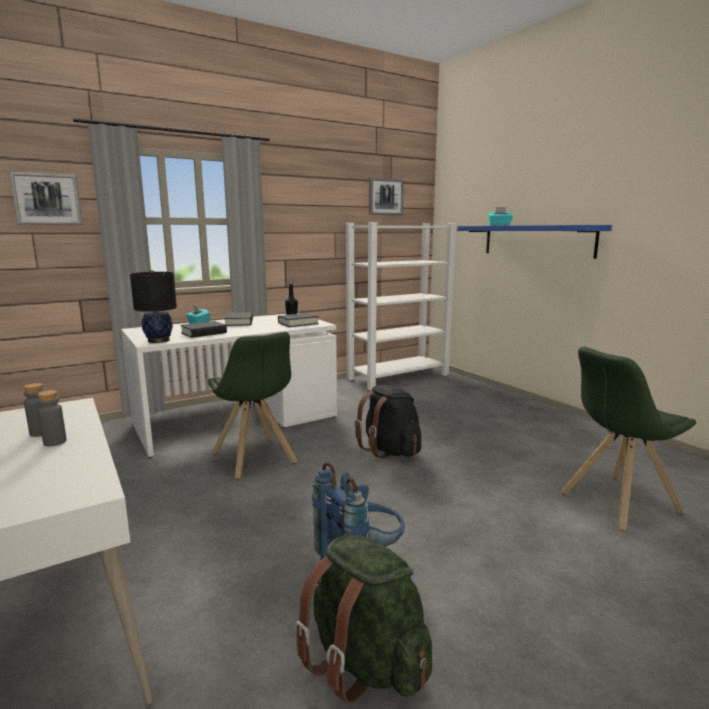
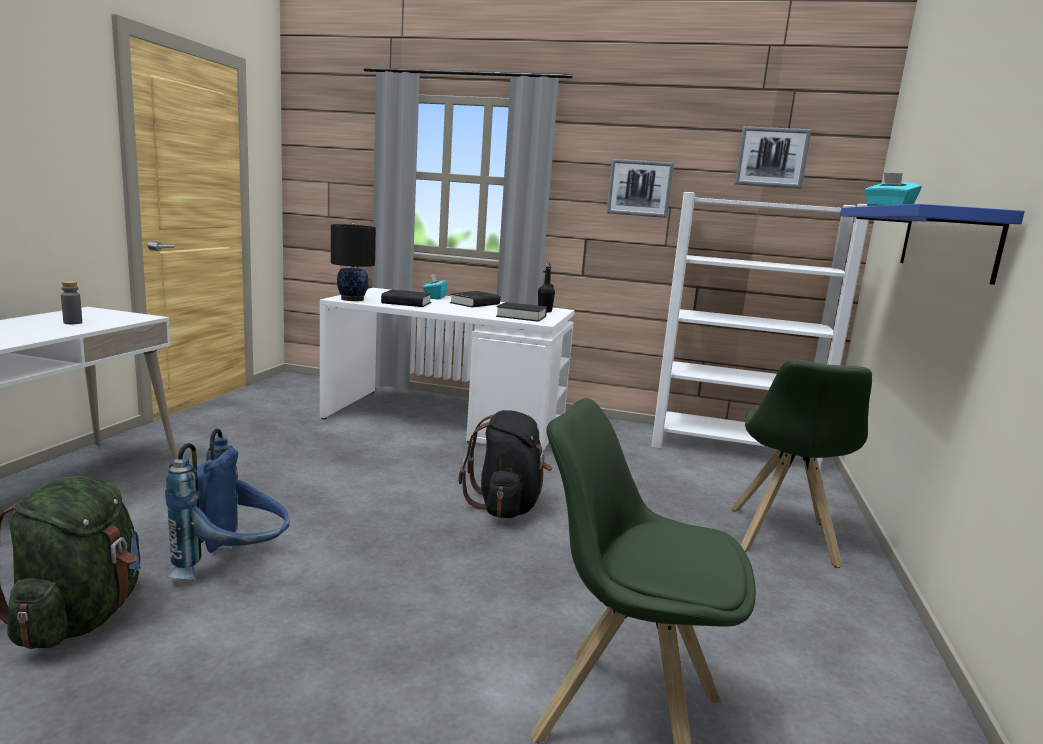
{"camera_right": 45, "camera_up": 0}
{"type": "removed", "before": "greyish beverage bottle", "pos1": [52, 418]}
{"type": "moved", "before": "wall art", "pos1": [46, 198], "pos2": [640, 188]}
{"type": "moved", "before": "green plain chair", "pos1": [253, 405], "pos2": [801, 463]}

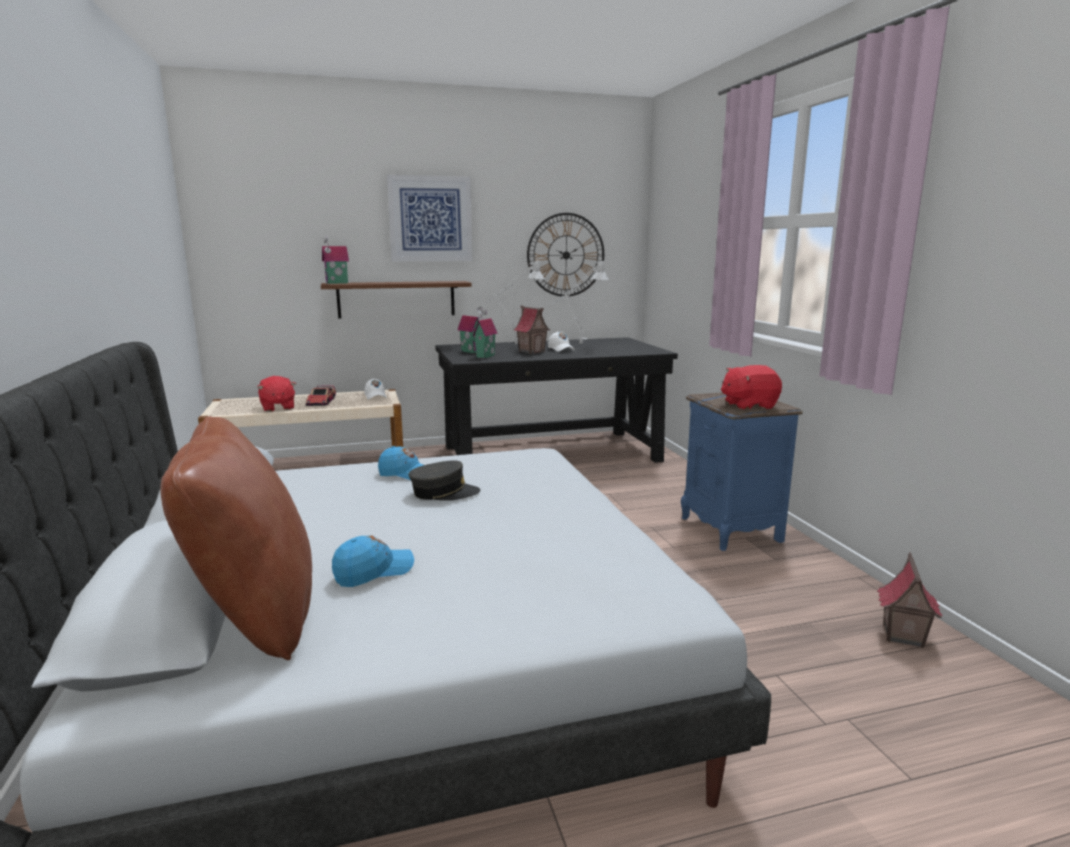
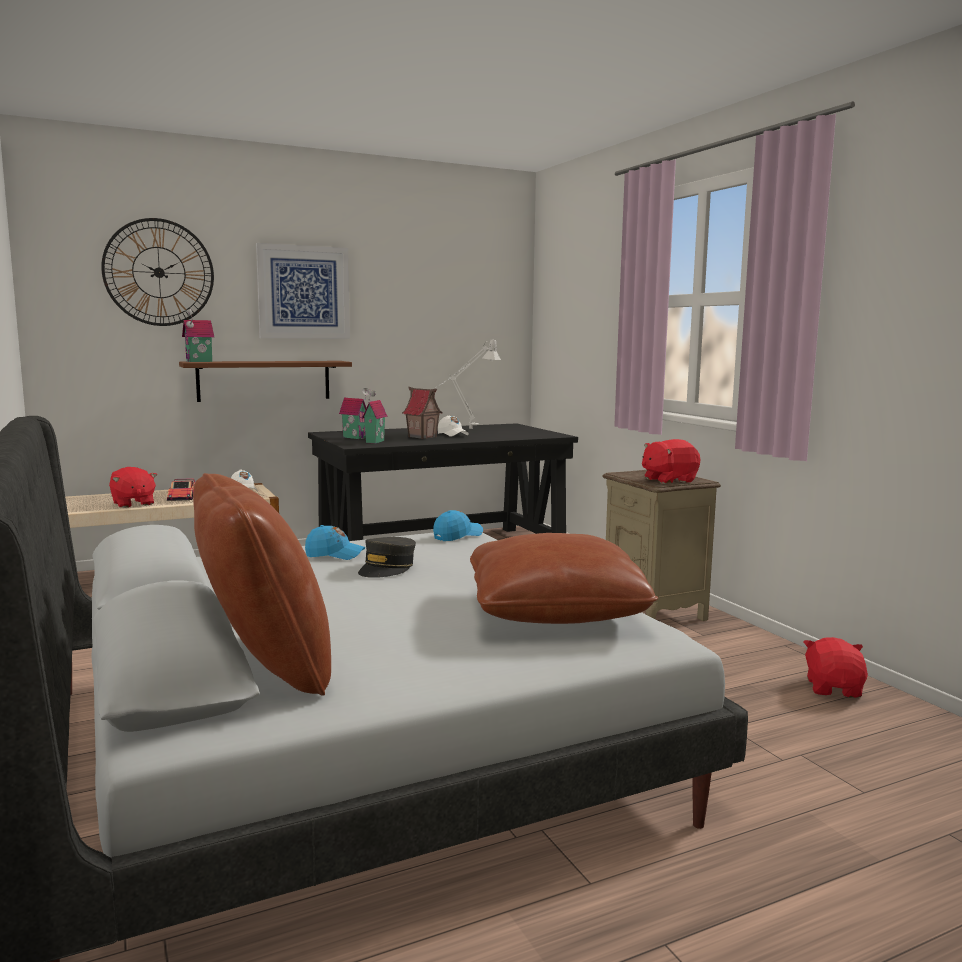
{"camera_right": -10, "camera_up": -5}
{"type": "removed", "before": "greyish table lamp", "pos1": [511, 301]}
{"type": "added", "after": "brownish throw pillow", "pos2": [564, 578]}
{"type": "moved", "before": "bluish baseball cap", "pos1": [373, 561], "pos2": [458, 525]}
{"type": "moved", "before": "clock on the wall", "pos1": [565, 255], "pos2": [157, 272]}
{"type": "replaced", "before": "miniature house", "after": "red plush toy", "pos1": [910, 600], "pos2": [836, 667]}
{"type": "recoloured", "before": "bluish bedside table", "after": "beige-coloured bedside table", "pos1": [741, 471], "pos2": [661, 545]}
{"type": "turned", "before": "greyish baseball cap", "pos1": [445, 480], "pos2": [387, 557], "turn": 135}

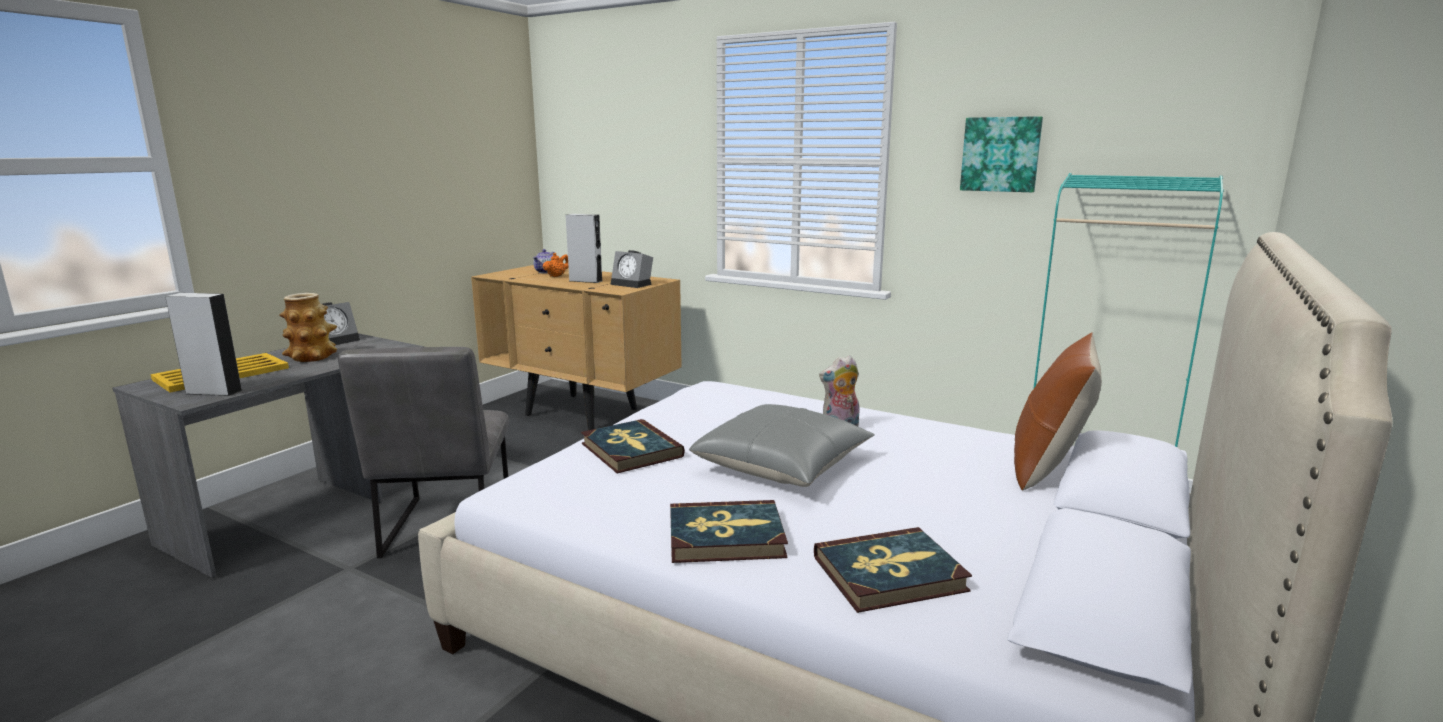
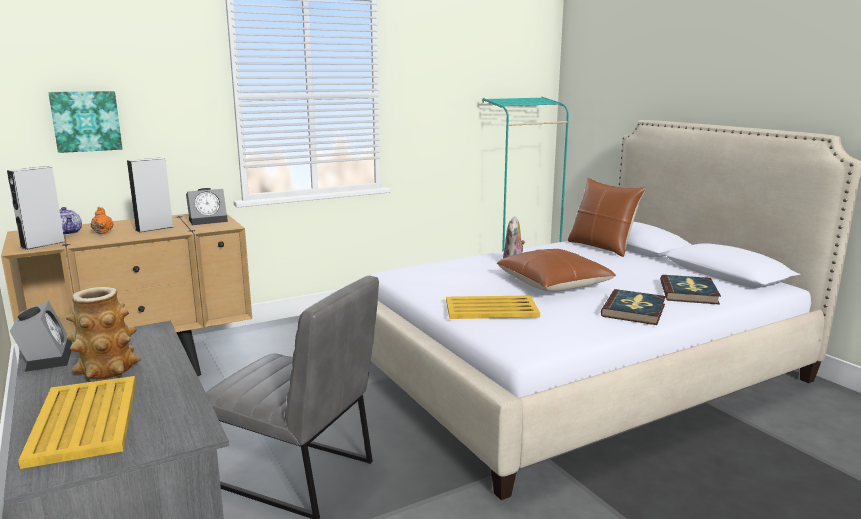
{"camera_right": -60, "camera_up": 0}
{"type": "moved", "before": "greyish loudspeaker", "pos1": [203, 344], "pos2": [36, 208]}
{"type": "moved", "before": "wall art", "pos1": [1001, 154], "pos2": [85, 122]}
{"type": "replaced", "before": "volume", "after": "yellowish carrying tray", "pos1": [633, 446], "pos2": [493, 307]}
{"type": "recoloured", "before": "greyish throw pillow", "after": "brownish throw pillow", "pos1": [782, 445], "pos2": [556, 270]}

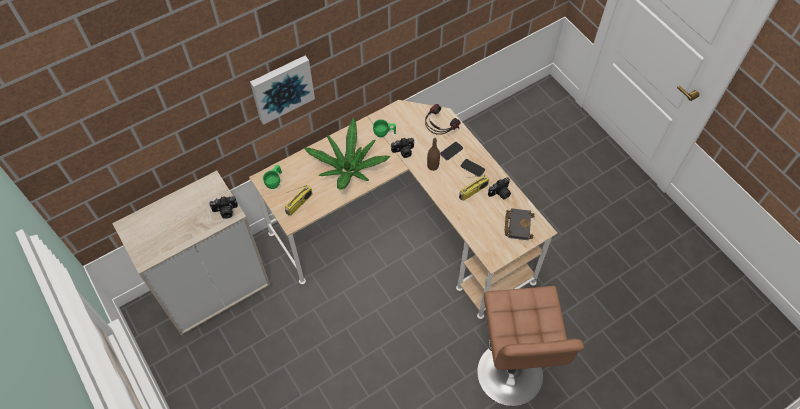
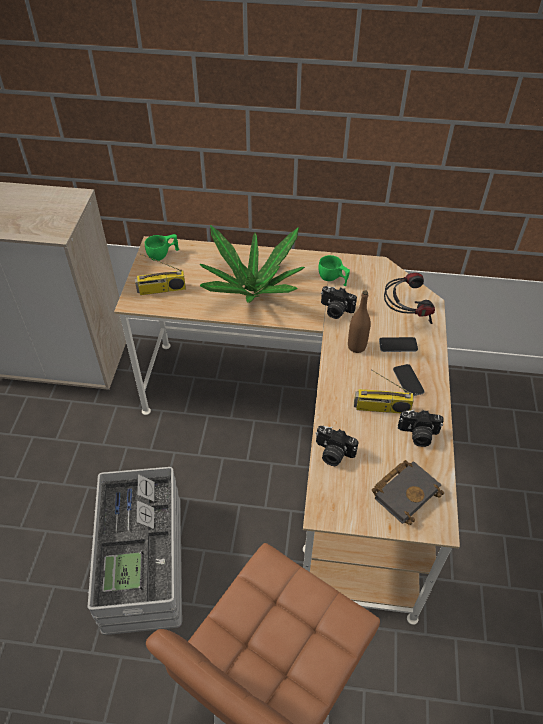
{"camera_right": 40, "camera_up": -10}
{"type": "removed", "before": "wall art", "pos1": [282, 90]}
{"type": "added", "after": "greyish storage box", "pos2": [134, 551]}
{"type": "moved", "before": "photo camera", "pos1": [223, 207], "pos2": [337, 446]}

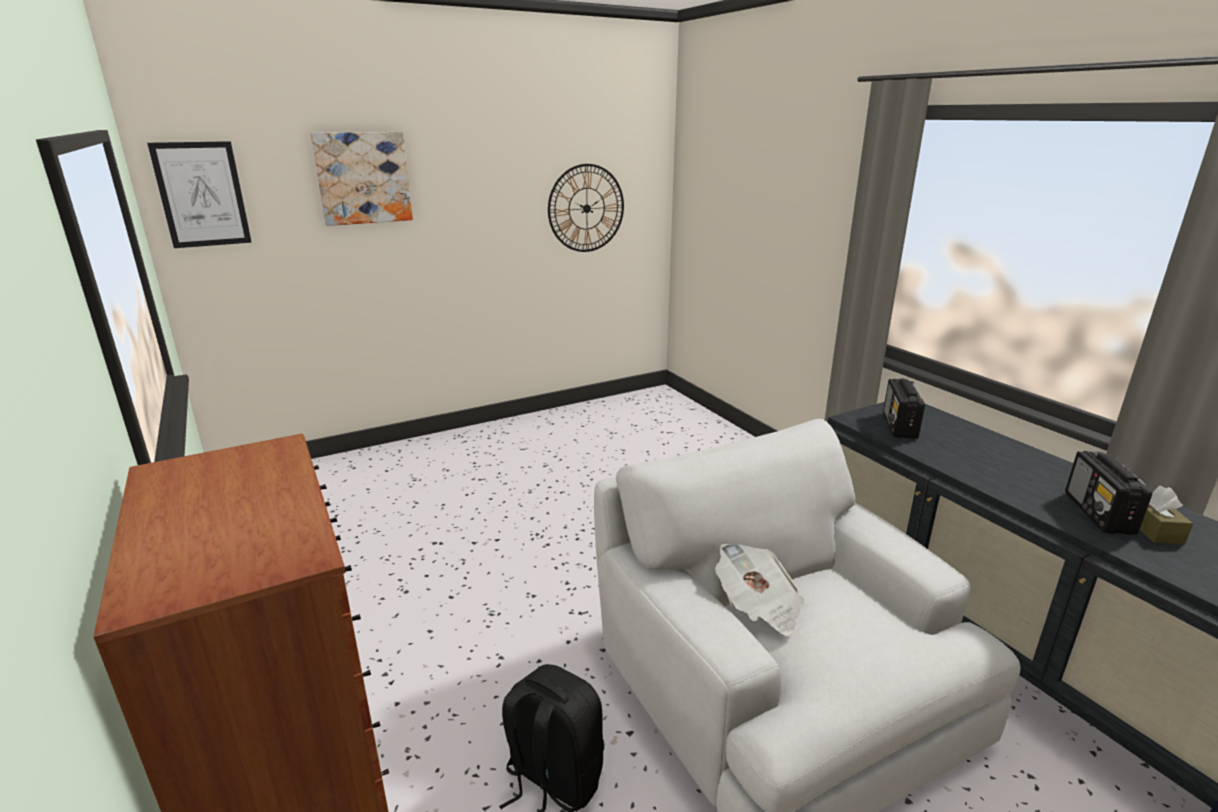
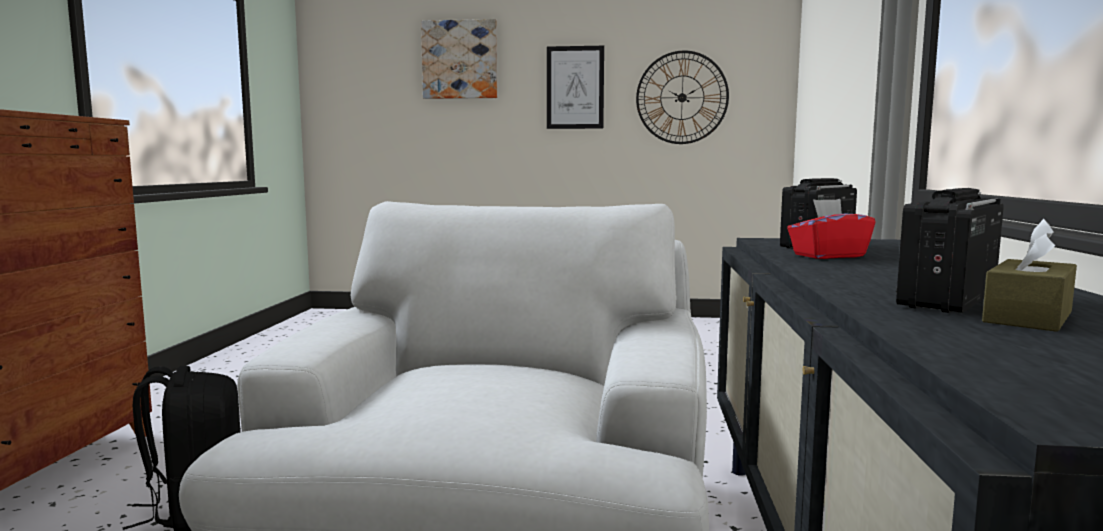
{"camera_right": 35, "camera_up": -15}
{"type": "removed", "before": "newspaper", "pos1": [759, 590]}
{"type": "added", "after": "red box of tissues", "pos2": [831, 229]}
{"type": "moved", "before": "wall art", "pos1": [199, 194], "pos2": [575, 87]}

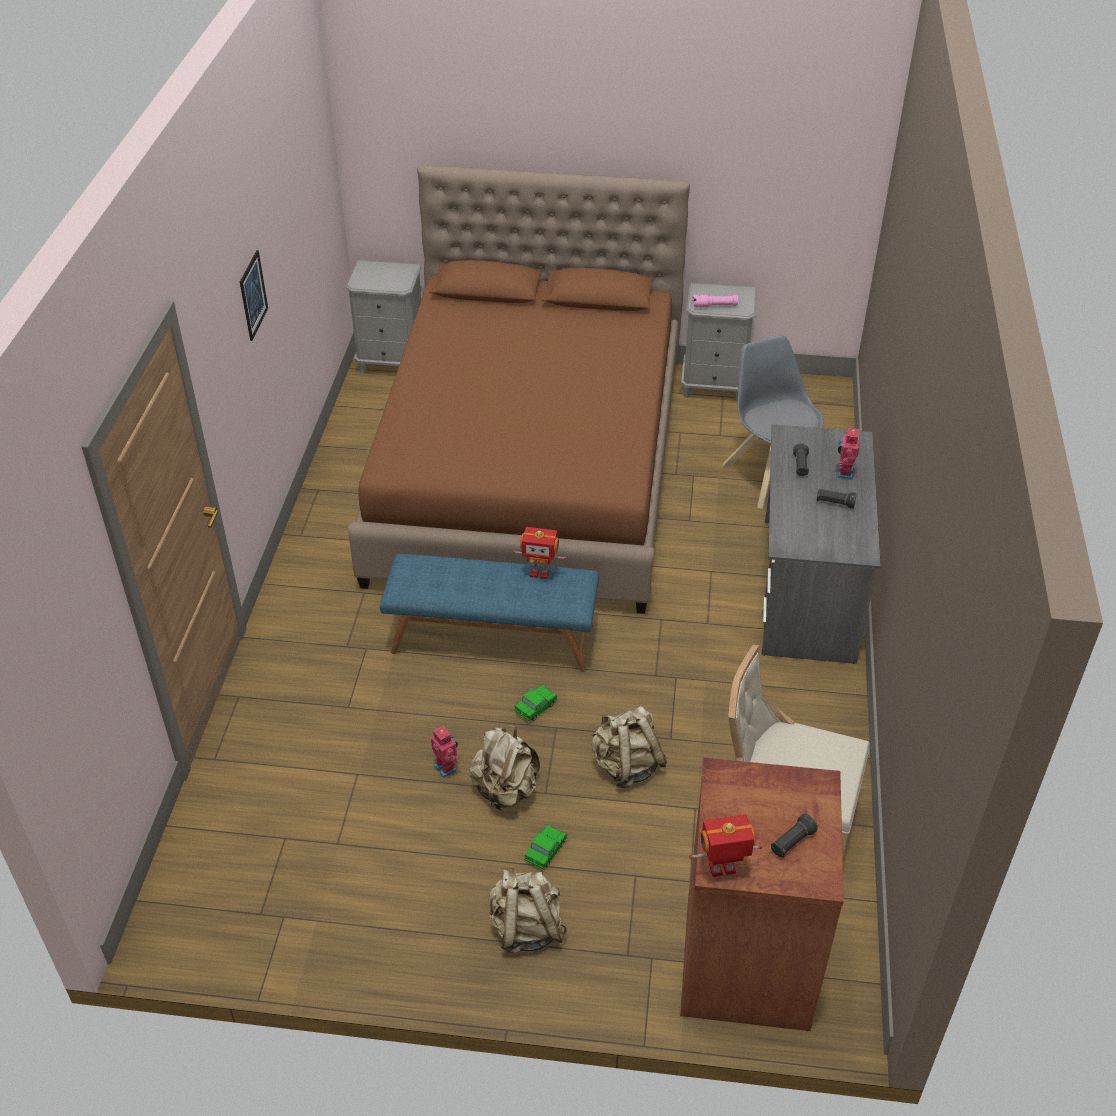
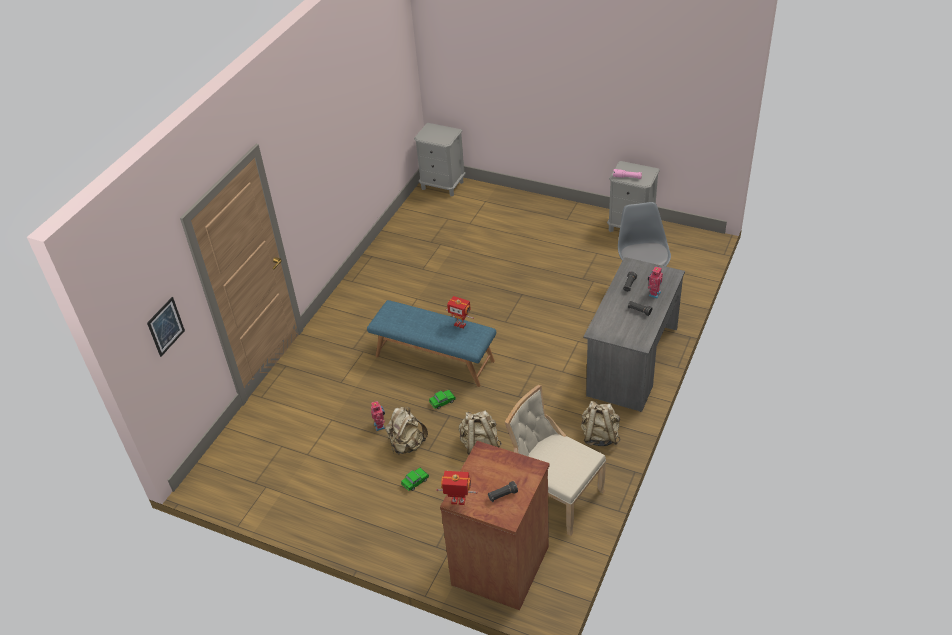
{"camera_right": 20, "camera_up": 0}
{"type": "removed", "before": "brownish sleeping bed", "pos1": [519, 389]}
{"type": "moved", "before": "wall art", "pos1": [254, 295], "pos2": [166, 327]}
{"type": "moved", "before": "beige-coloured rucksack", "pos1": [528, 910], "pos2": [600, 423]}

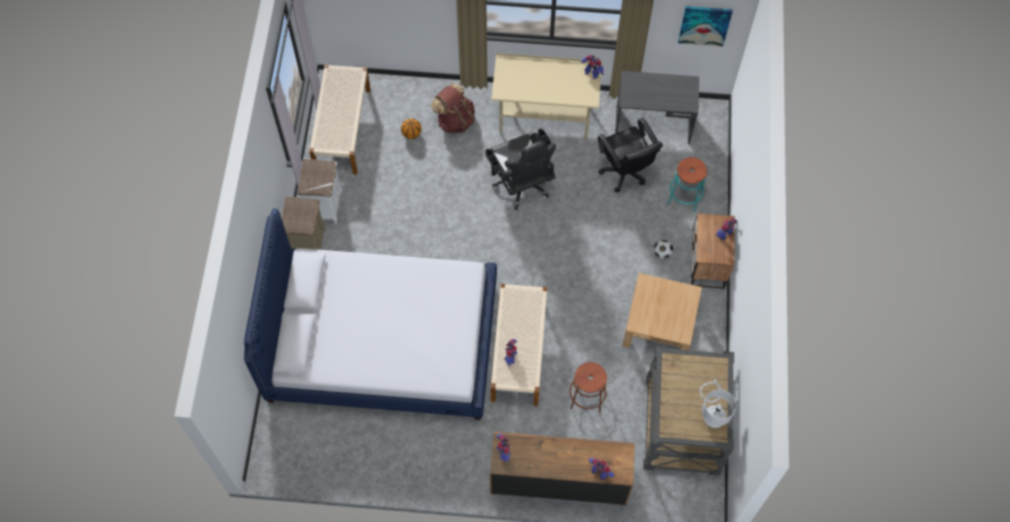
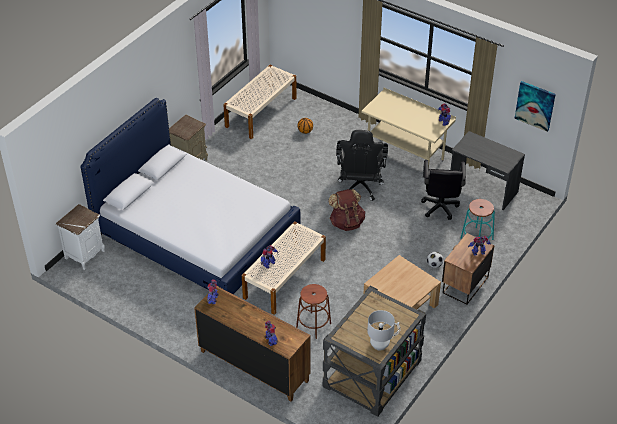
{"camera_right": 30, "camera_up": -20}
{"type": "moved", "before": "white bedside table", "pos1": [320, 191], "pos2": [80, 237]}
{"type": "moved", "before": "brownish rucksack", "pos1": [453, 108], "pos2": [346, 210]}

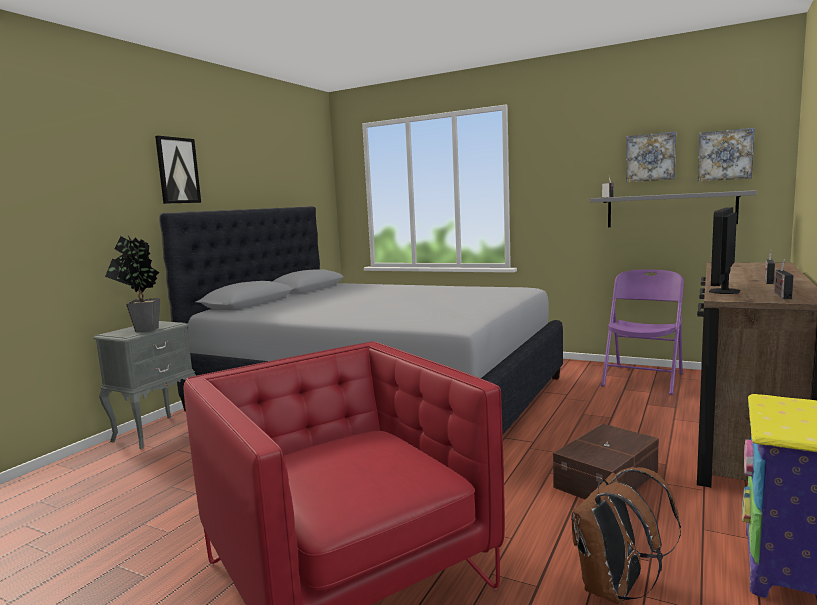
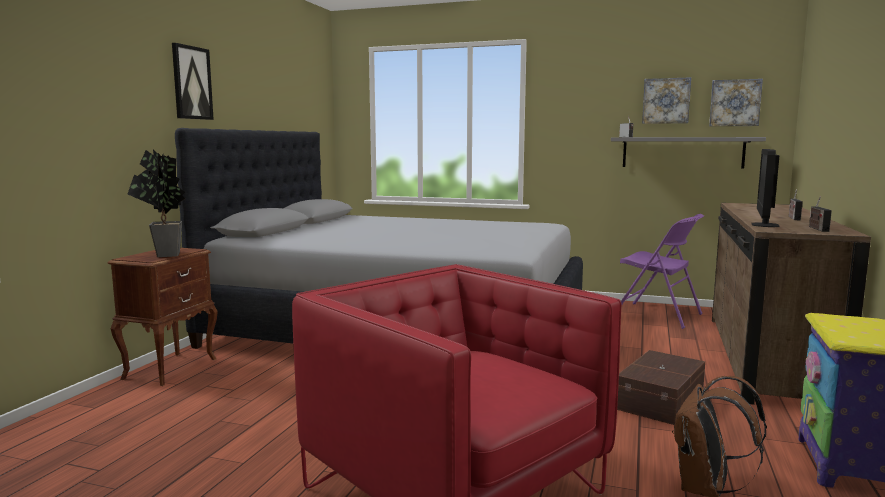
{"camera_right": -10, "camera_up": 0}
{"type": "recoloured", "before": "greyish bedside table", "after": "brownish bedside table", "pos1": [144, 385], "pos2": [163, 317]}
{"type": "turned", "before": "purple-coloured plain chair", "pos1": [642, 332], "pos2": [662, 271], "turn": 105}

